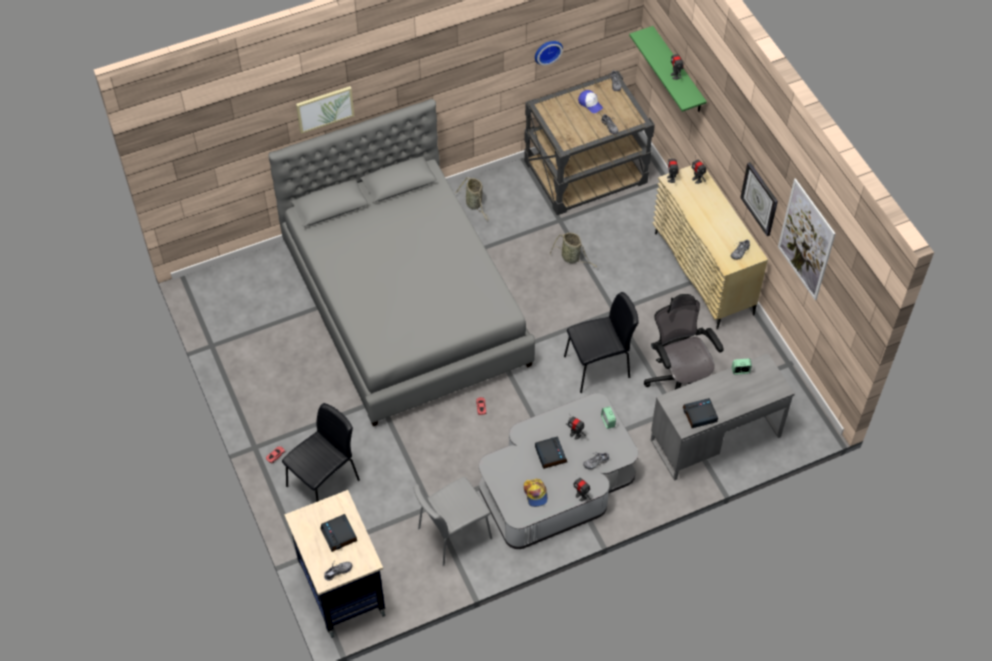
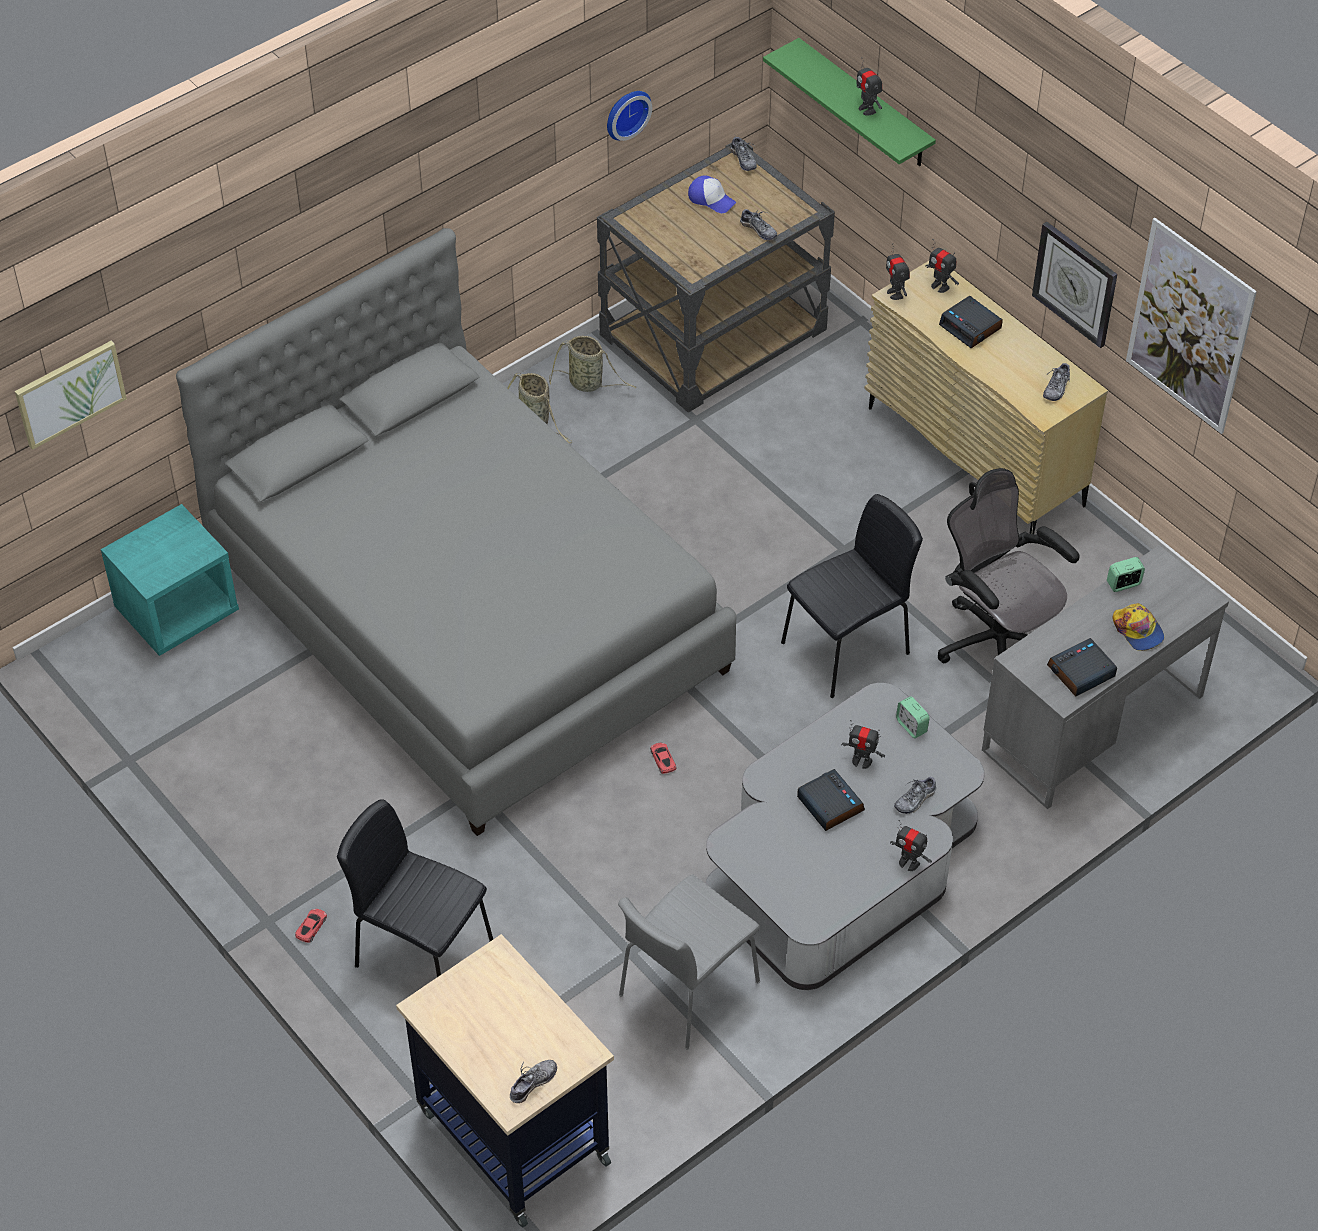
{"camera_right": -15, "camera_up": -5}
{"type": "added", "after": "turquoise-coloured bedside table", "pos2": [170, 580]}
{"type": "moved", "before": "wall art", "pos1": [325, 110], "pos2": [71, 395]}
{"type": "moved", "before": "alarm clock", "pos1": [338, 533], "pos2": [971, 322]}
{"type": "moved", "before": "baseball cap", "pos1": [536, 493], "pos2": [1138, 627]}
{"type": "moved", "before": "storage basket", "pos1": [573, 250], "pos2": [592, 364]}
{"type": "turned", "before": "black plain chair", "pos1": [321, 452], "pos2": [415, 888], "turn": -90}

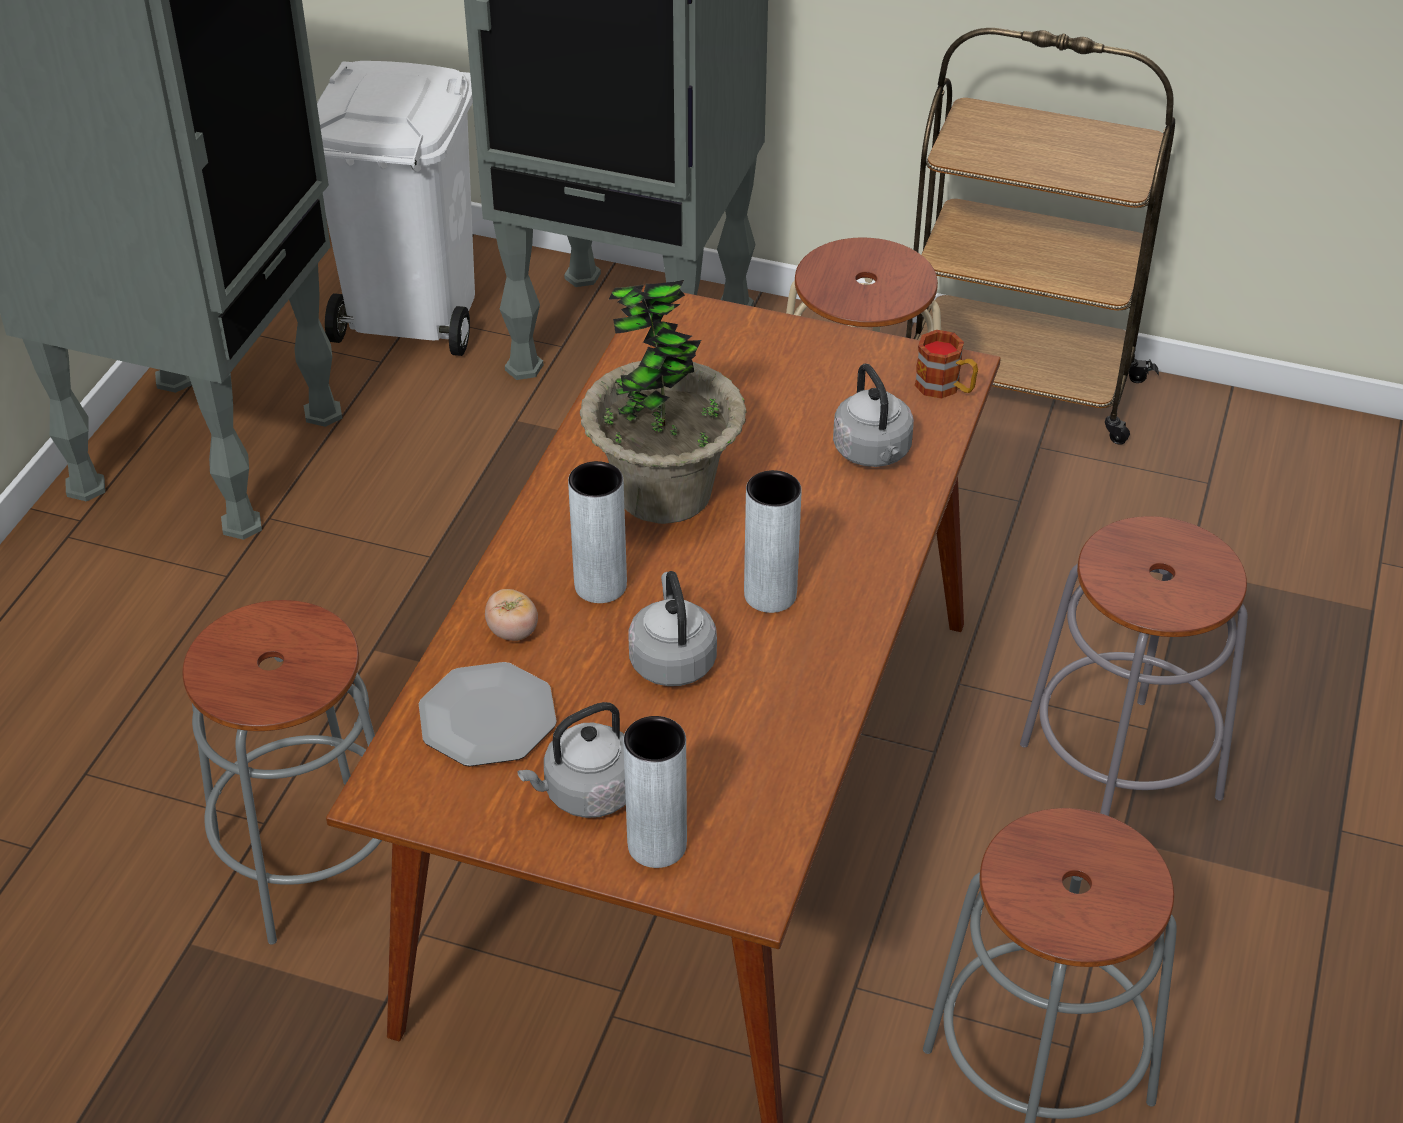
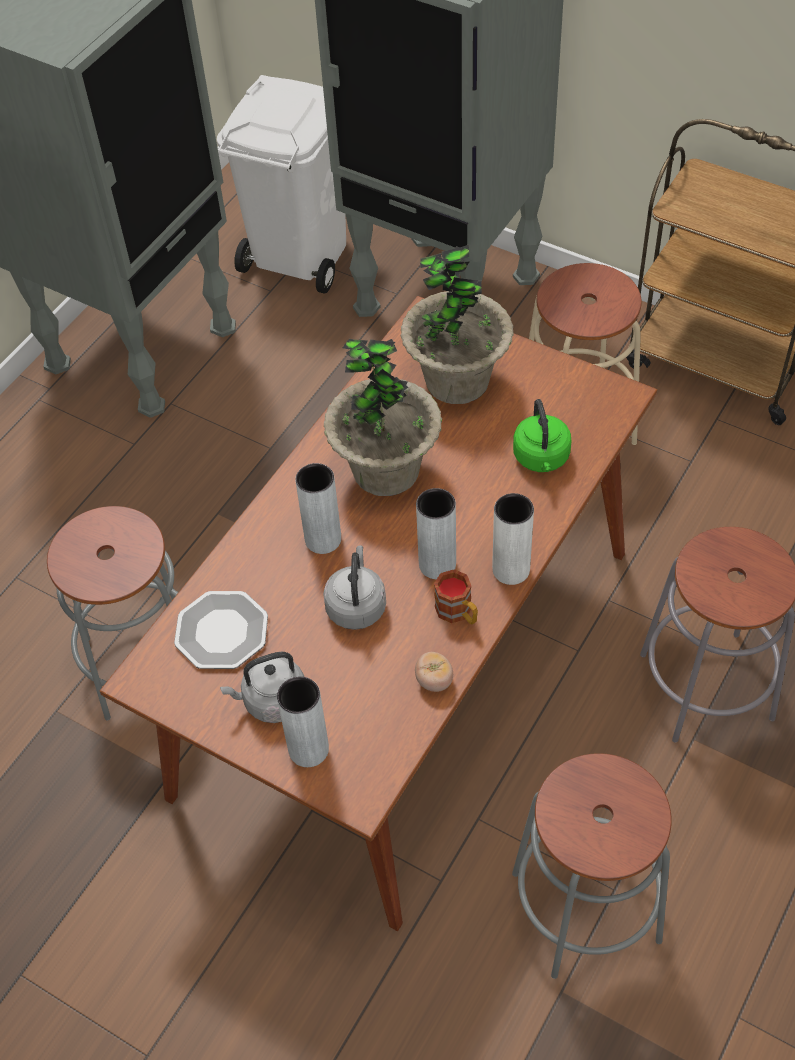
{"camera_right": 15, "camera_up": 10}
{"type": "added", "after": "plant in a pot", "pos2": [457, 324]}
{"type": "added", "after": "white decorative vase", "pos2": [513, 539]}
{"type": "moved", "before": "whole tomato", "pos1": [511, 615], "pos2": [434, 672]}
{"type": "moved", "before": "coffee mug", "pos1": [946, 364], "pos2": [456, 597]}
{"type": "recoloured", "before": "greyish water kettle", "after": "green water kettle", "pos1": [873, 415], "pos2": [542, 435]}

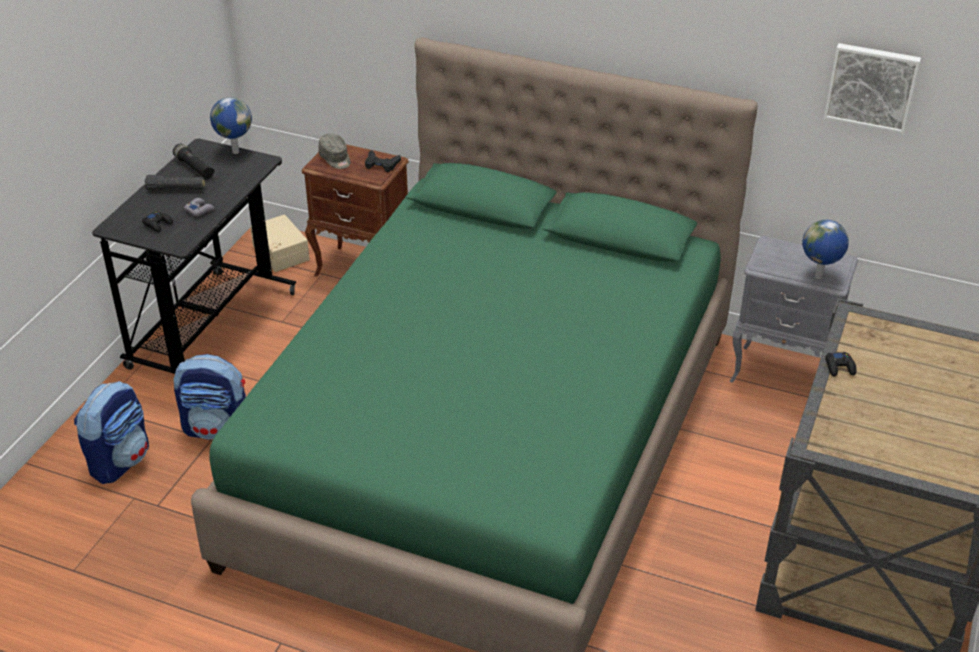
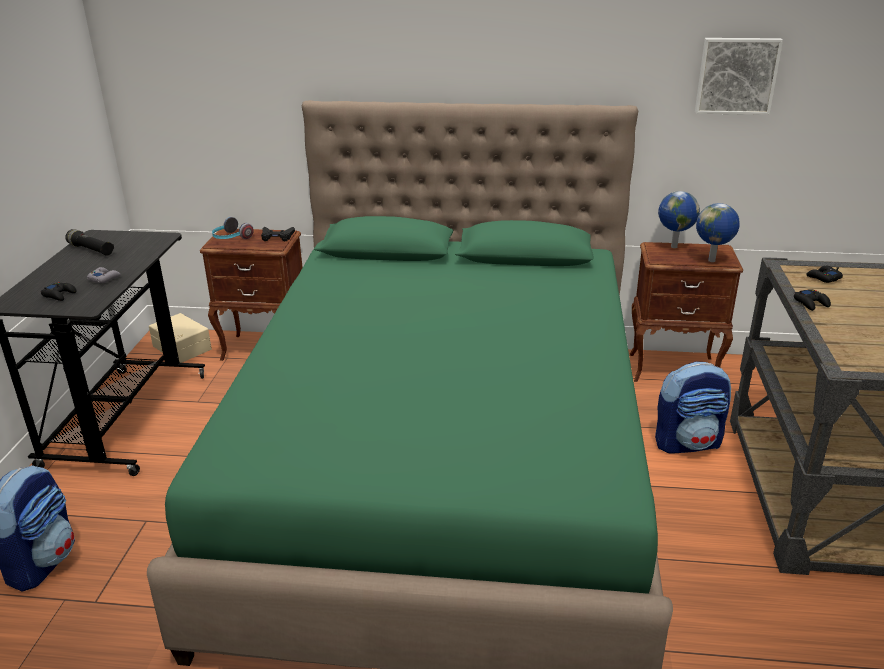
{"camera_right": -15, "camera_up": -10}
{"type": "removed", "before": "black hand torch", "pos1": [175, 183]}
{"type": "added", "after": "black game controller", "pos2": [824, 274]}
{"type": "moved", "before": "rucksack", "pos1": [210, 396], "pos2": [693, 407]}
{"type": "moved", "before": "globe", "pos1": [231, 125], "pos2": [679, 219]}
{"type": "replaced", "before": "greyish baseball cap", "after": "headphones", "pos1": [334, 151], "pos2": [233, 228]}
{"type": "recoloured", "before": "greyish bedside table", "after": "brownish bedside table", "pos1": [794, 309], "pos2": [686, 312]}

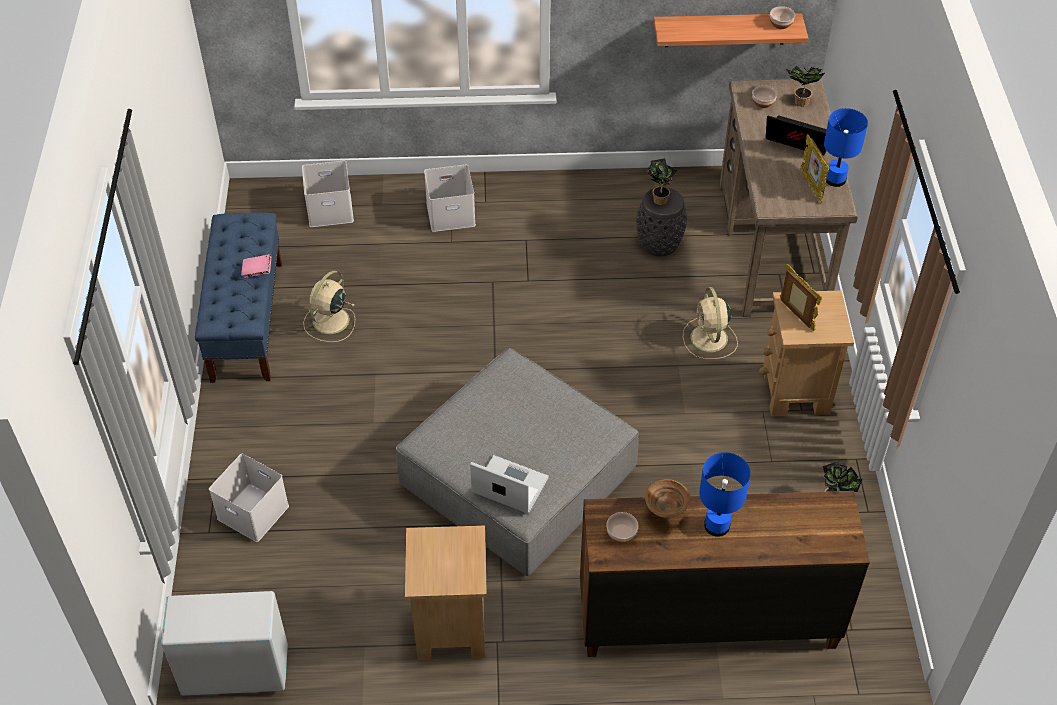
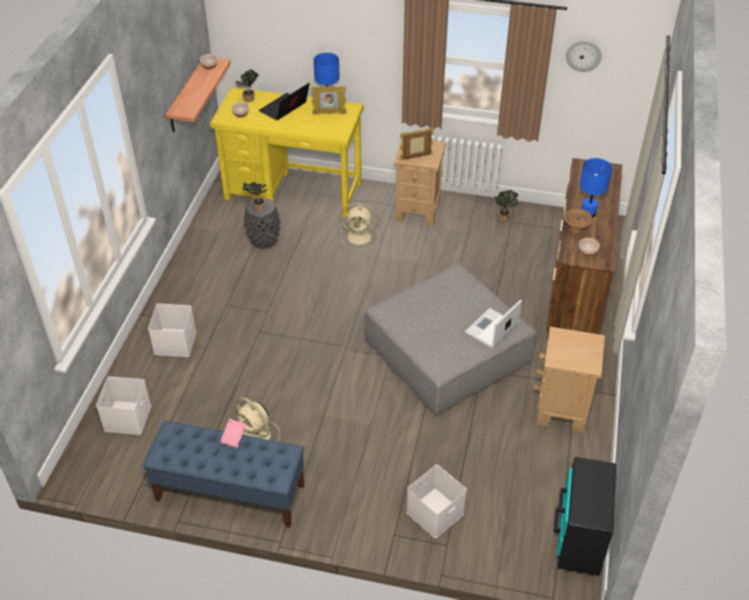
{"camera_right": -75, "camera_up": -5}
{"type": "added", "after": "clock on the wall", "pos2": [584, 56]}
{"type": "recoloured", "before": "white bedside table", "after": "black bedside table", "pos1": [224, 643], "pos2": [584, 516]}
{"type": "recoloured", "before": "brownish desk unit", "after": "yellowish desk unit", "pos1": [788, 198], "pos2": [286, 152]}

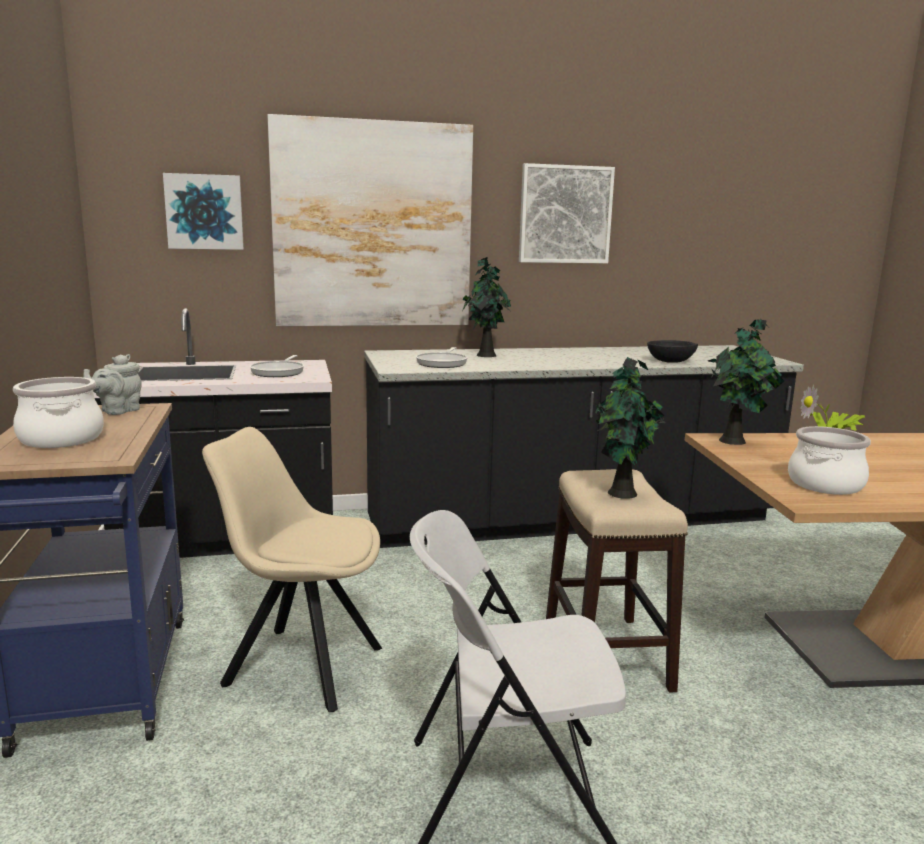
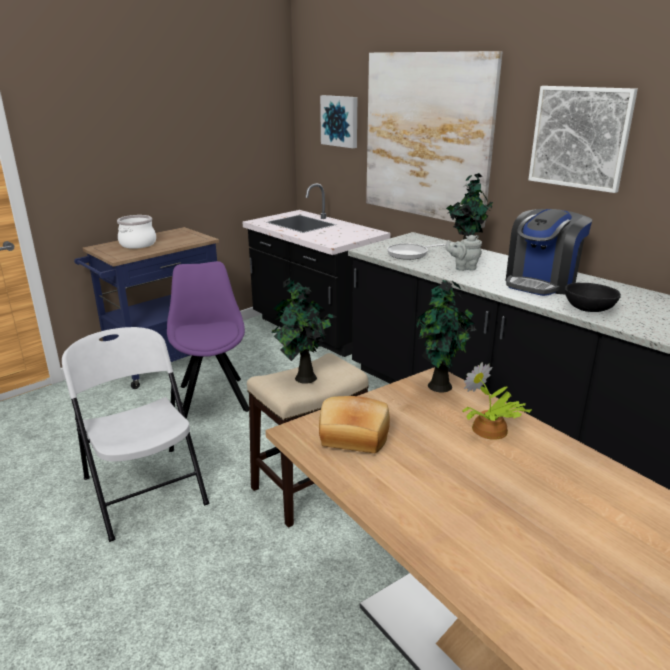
{"camera_right": 60, "camera_up": 10}
{"type": "removed", "before": "skillet", "pos1": [277, 366]}
{"type": "added", "after": "coffee machine", "pos2": [549, 252]}
{"type": "moved", "before": "greyish pot for tea", "pos1": [112, 384], "pos2": [463, 253]}
{"type": "replaced", "before": "stockpot", "after": "bread", "pos1": [829, 460], "pos2": [354, 424]}
{"type": "recoloured", "before": "beige-coloured plain chair", "after": "purple-coloured plain chair", "pos1": [292, 569], "pos2": [208, 339]}

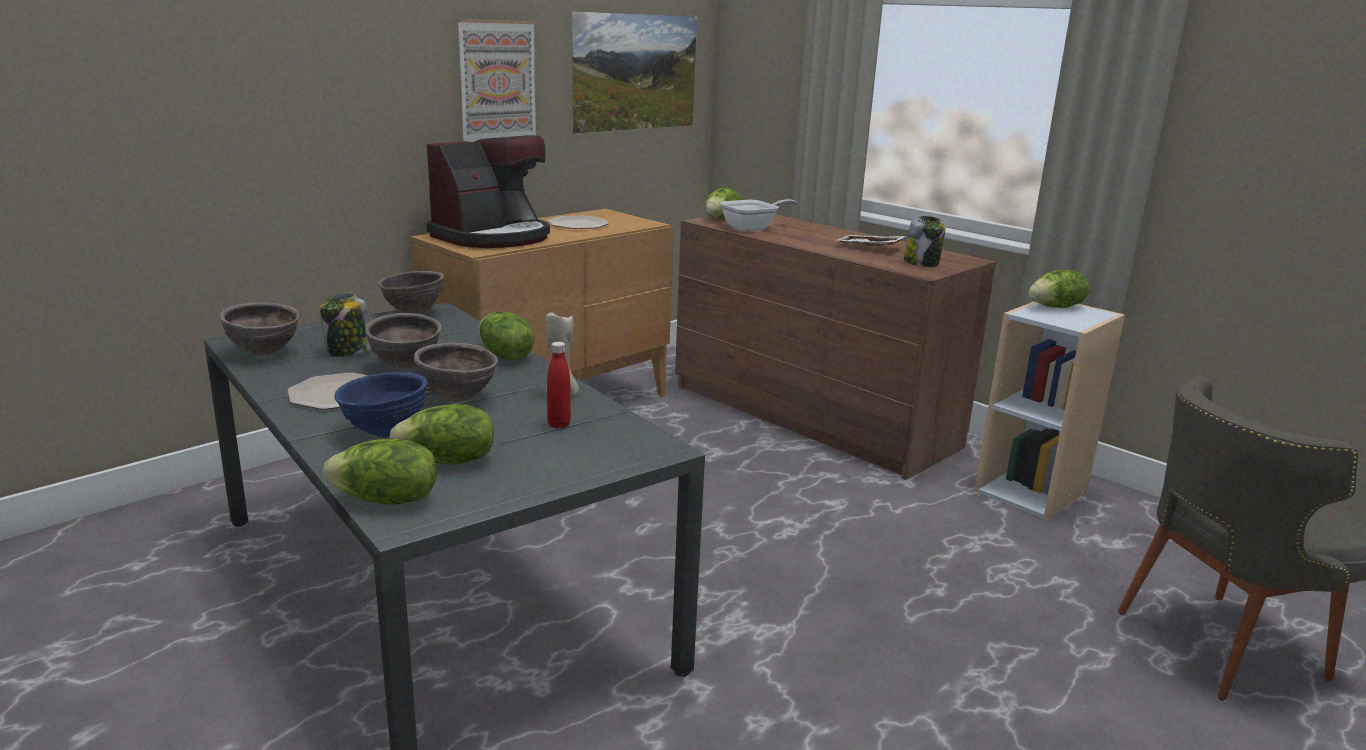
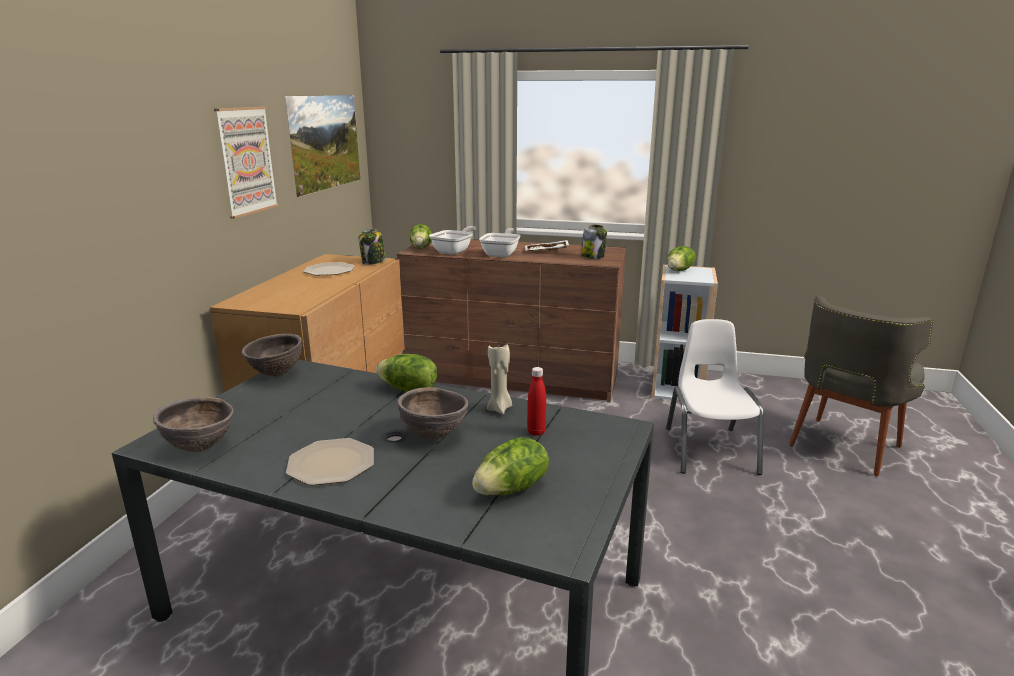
{"camera_right": -30, "camera_up": 0}
{"type": "removed", "before": "lettuce", "pos1": [380, 472]}
{"type": "removed", "before": "bluish deep dish", "pos1": [381, 404]}
{"type": "removed", "before": "brownish deep dish", "pos1": [403, 341]}
{"type": "removed", "before": "coffee machine", "pos1": [488, 191]}
{"type": "added", "after": "skillet", "pos2": [500, 243]}
{"type": "added", "after": "white plain chair", "pos2": [715, 397]}
{"type": "moved", "before": "storage jar", "pos1": [346, 325], "pos2": [372, 247]}

